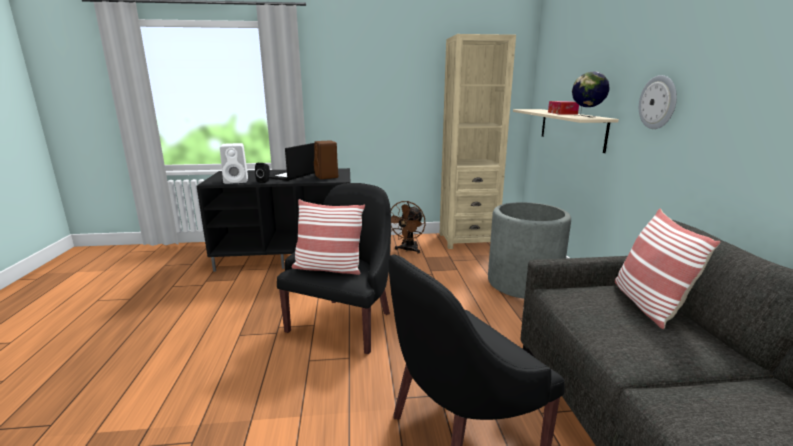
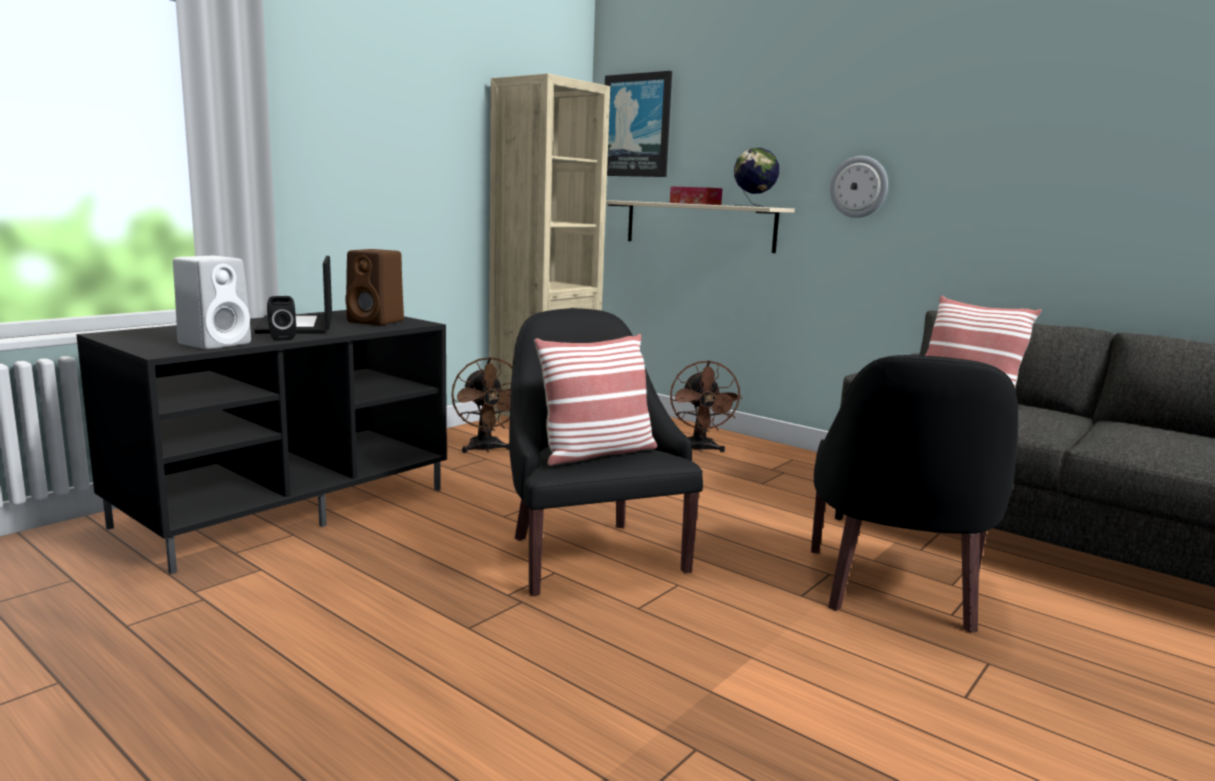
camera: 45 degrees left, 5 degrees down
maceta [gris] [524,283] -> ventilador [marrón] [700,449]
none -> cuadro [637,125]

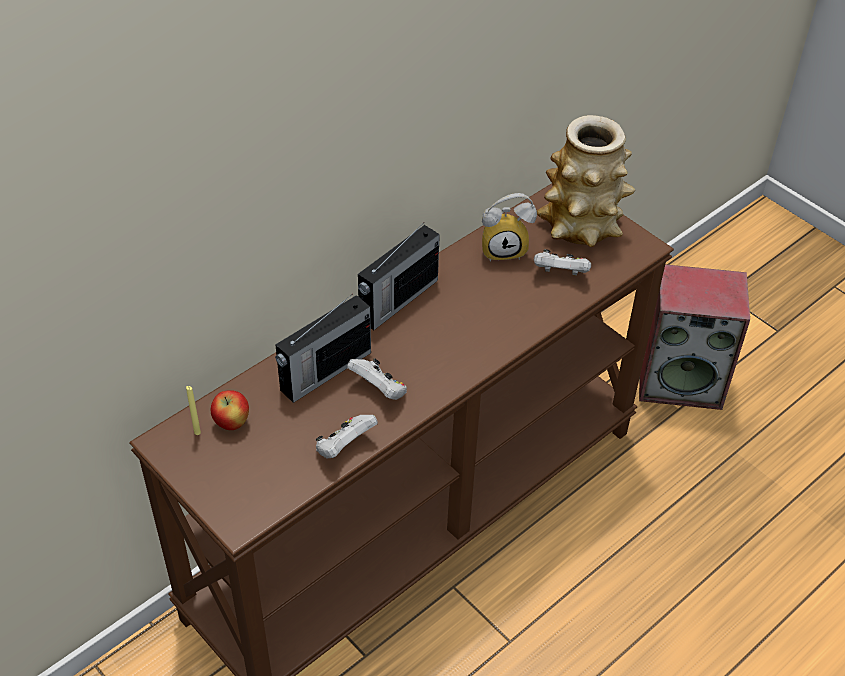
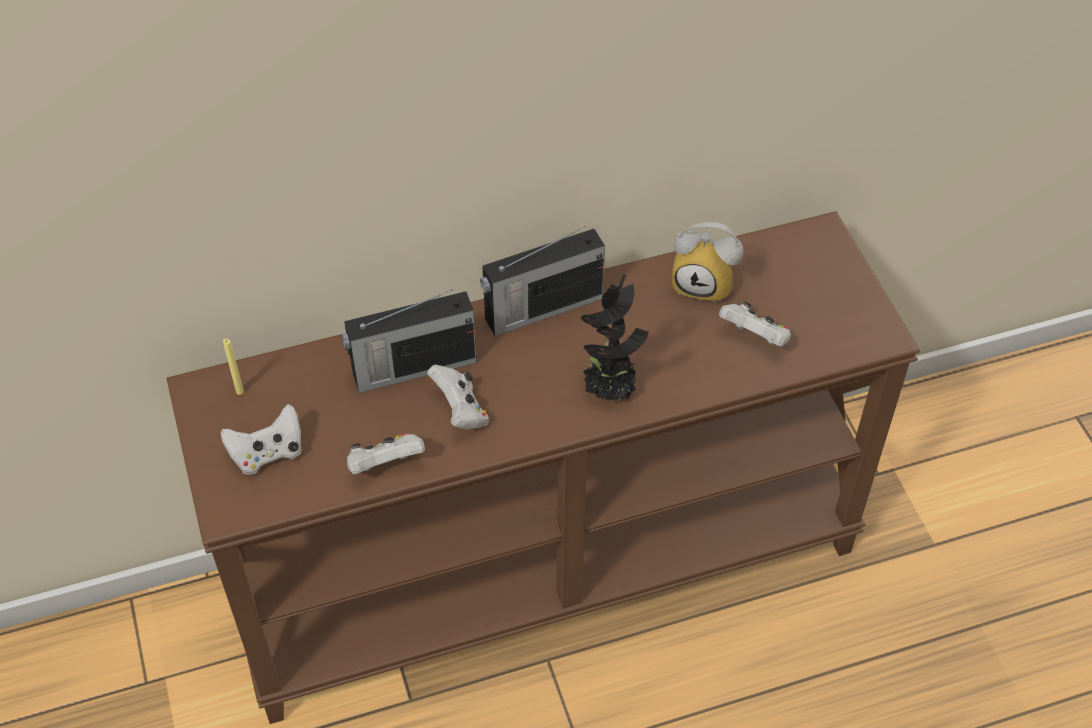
camera: 25 degrees right, 5 degrees up
florero [581,226] -> none
altavoz [681,380] -> none
manzana [232,423] -> none
none -> planta en maceta [611,391]
none -> mando de consola [blanco] [268,453]

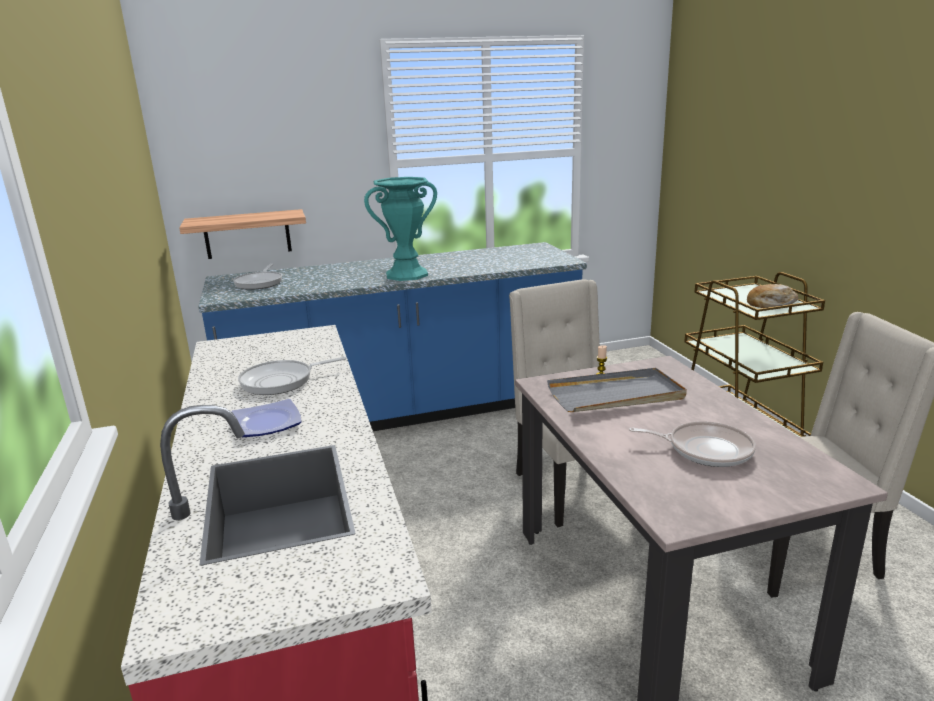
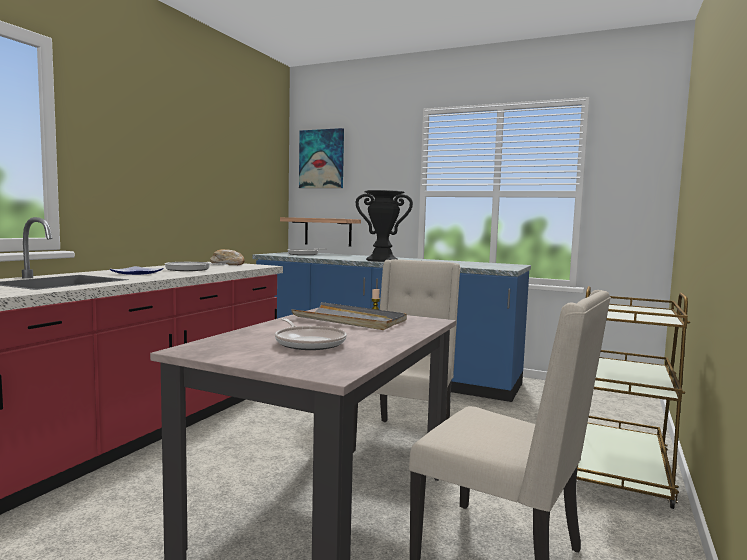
camera: 40 degrees right, 15 degrees down
florero [turquesa] [407,275] -> florero [negro] [382,260]
pan [770,304] -> pan [228,264], relocated
none -> cuadro [322,159]

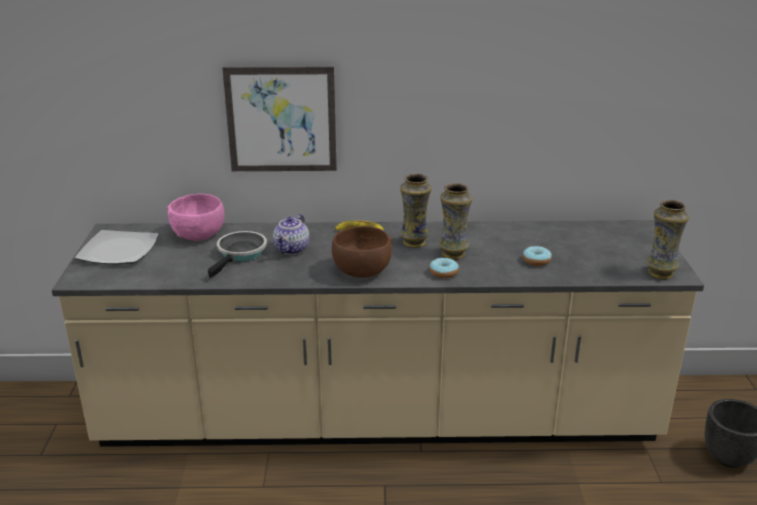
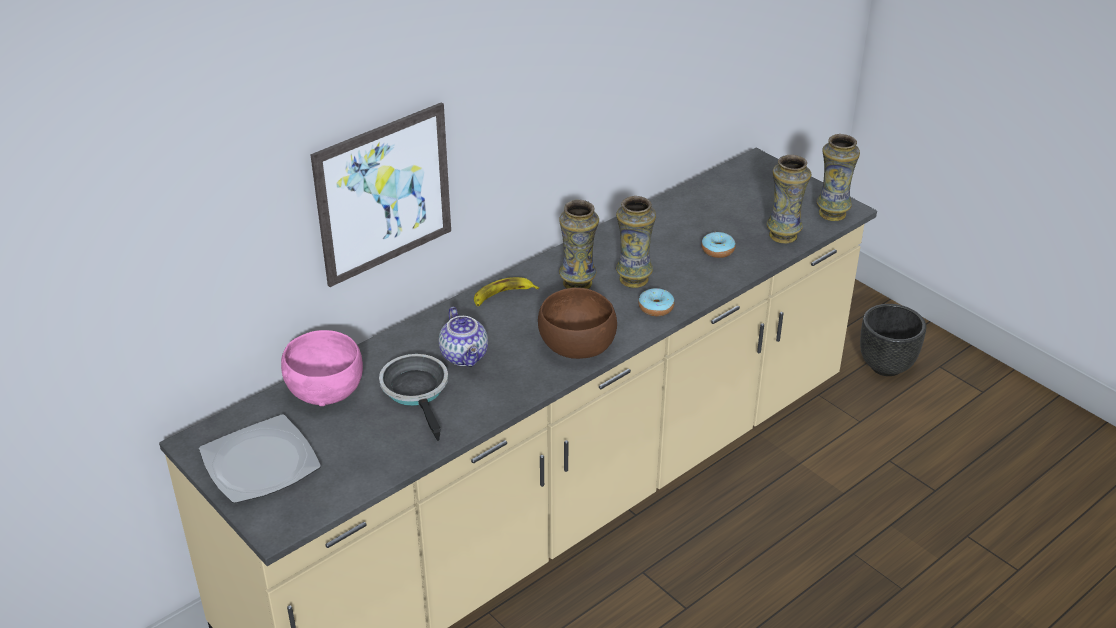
camera: 40 degrees left, 10 degrees up
none -> florero [784,235]

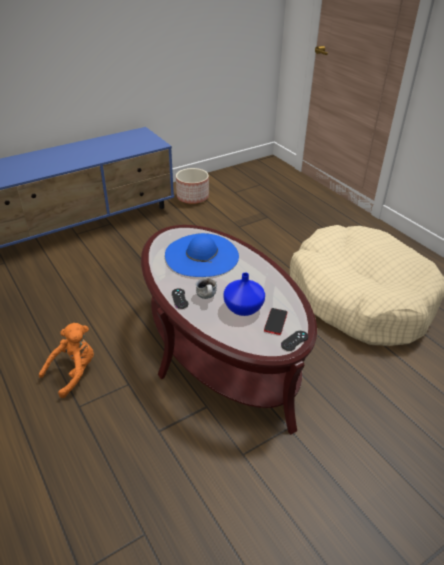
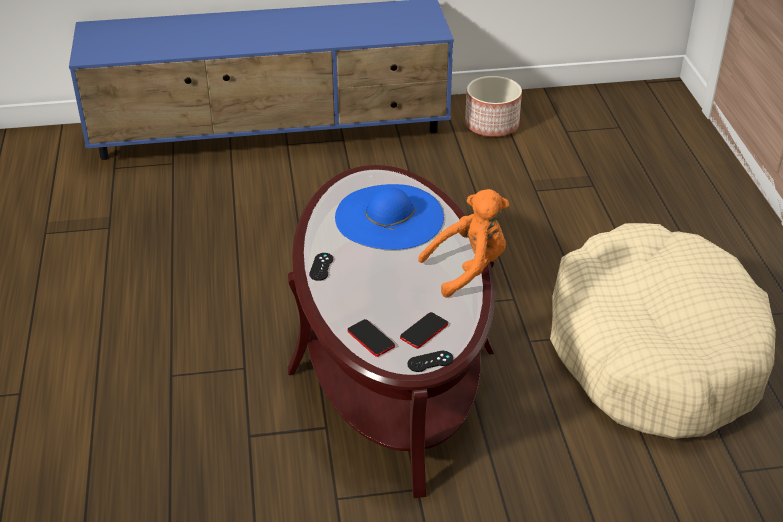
camera: 25 degrees right, 0 degrees up
florero [azul] [244,308] -> none
taza grande [207,297] -> none
peluche [naranja] [74,372] -> peluche [naranja] [468,269], relocated
none -> móvil [371,339]

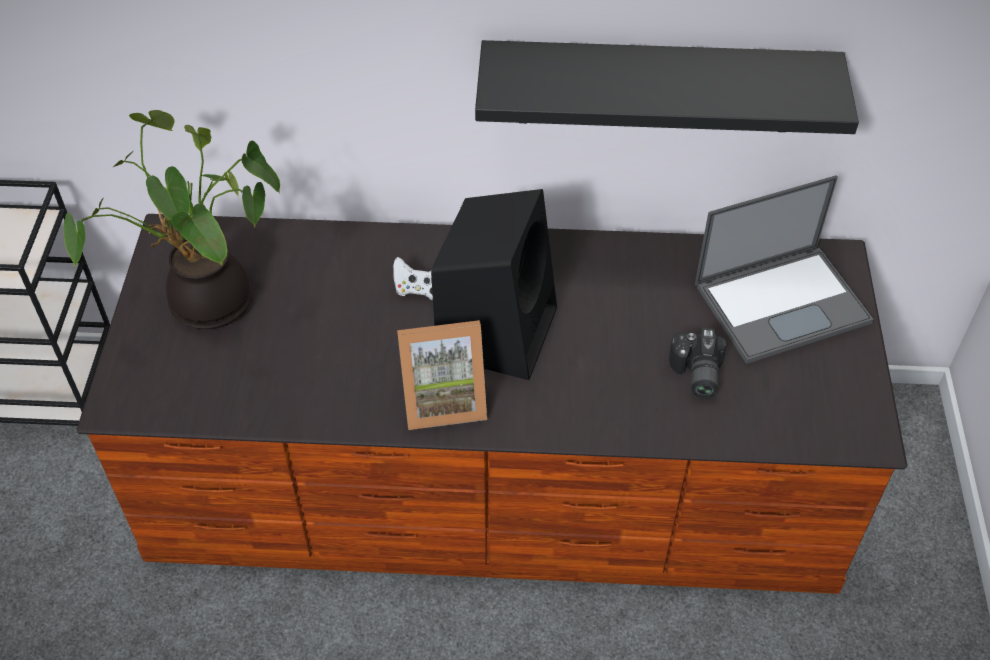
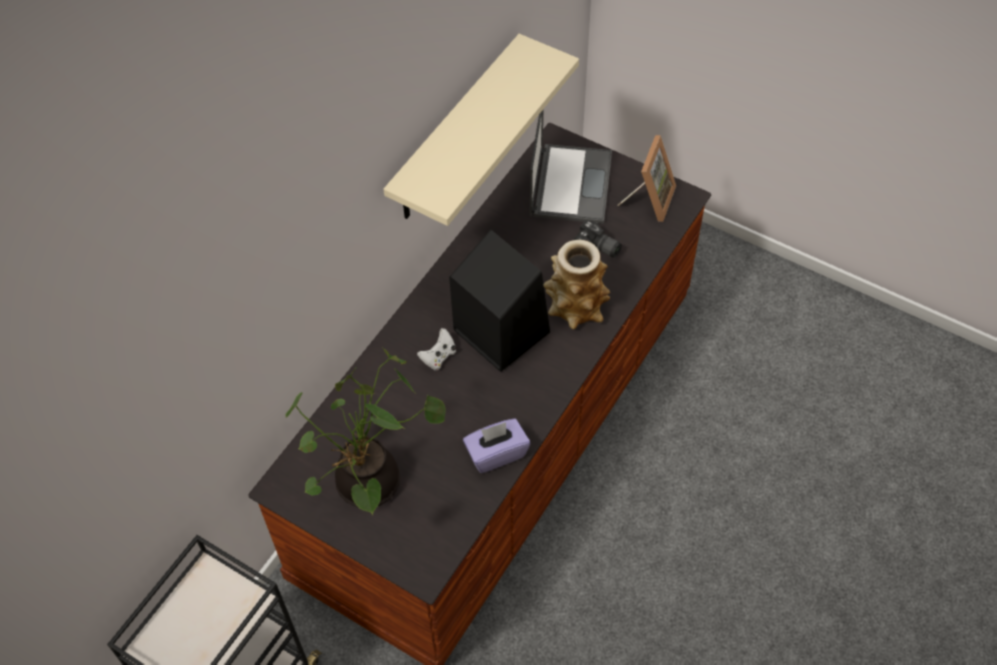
camera: 60 degrees left, 5 degrees up
estante [negro] [656,86] -> estante [beis] [455,132]
portarretratos [443,399] -> portarretratos [649,199], relocated
none -> florero [576,306]
none -> caja de pañuelos [morado] [496,453]

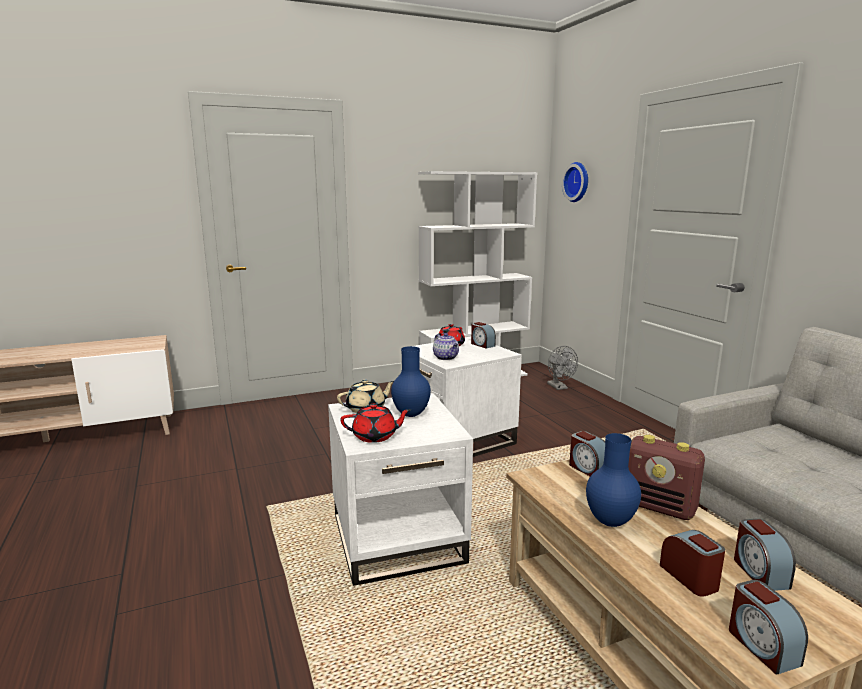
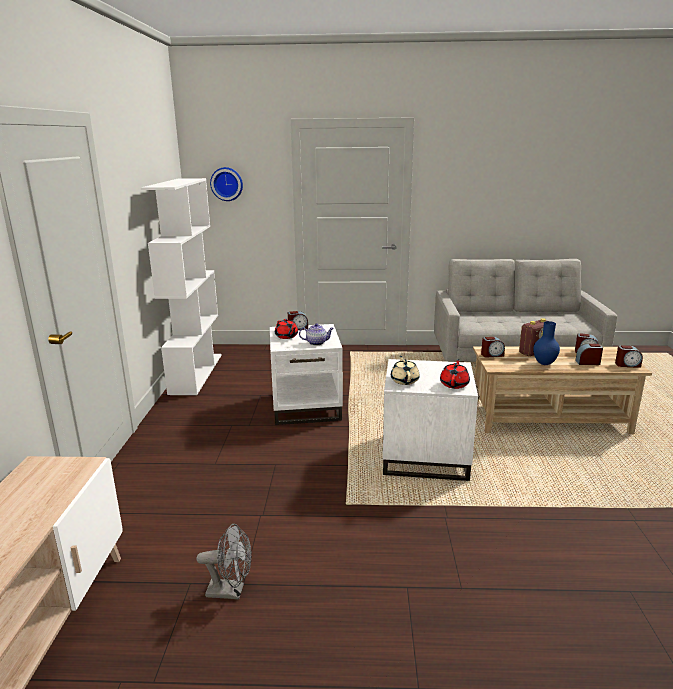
camera: 65 degrees left, 5 degrees up
florero [azul] [411,415] -> none
ventilador [gris] [559,387] -> ventilador [gris] [231,591], relocated

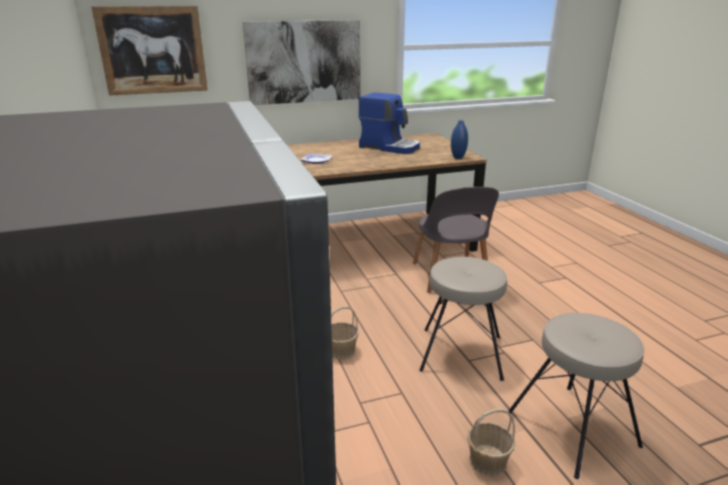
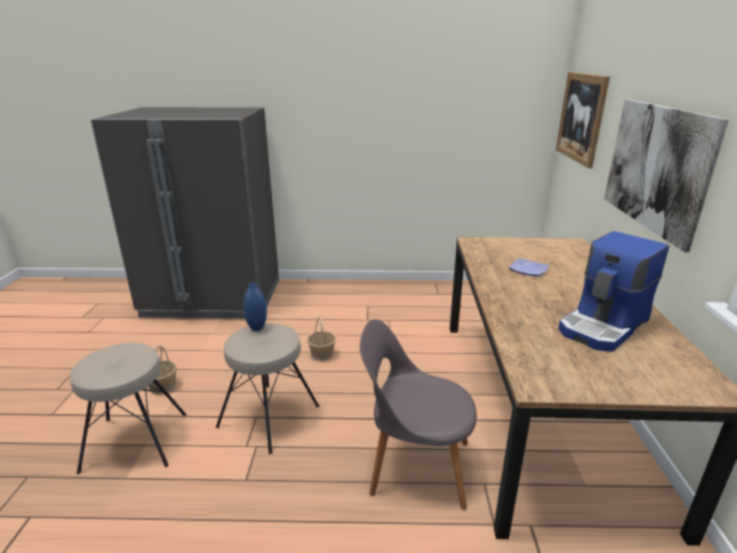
camera: 110 degrees right, 0 degrees up
florero [azul] [458,157] -> florero [azul] [257,328], relocated

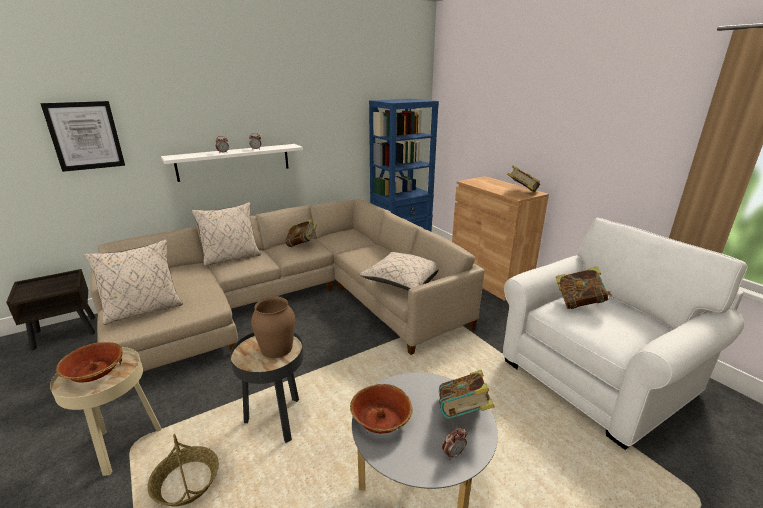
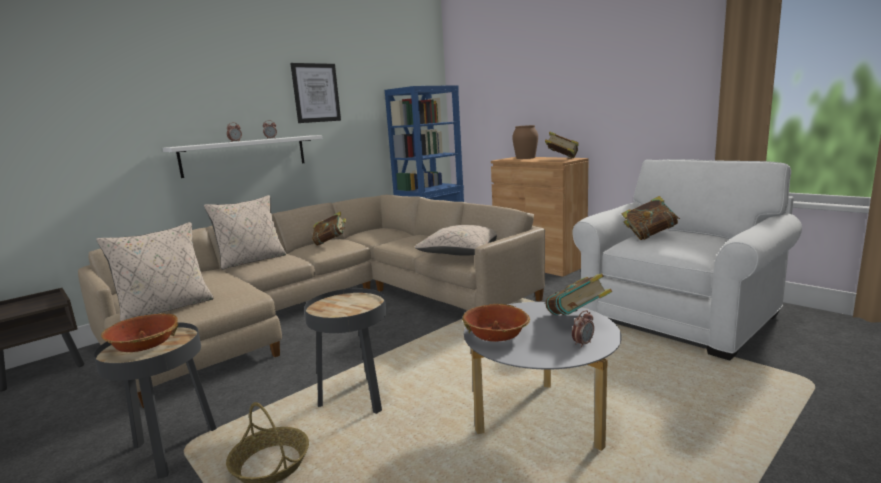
camera: 10 degrees left, 10 degrees down
cuadro [85,136] -> cuadro [316,93], relocated
florero [marrón] [277,348] -> florero [marrón] [525,158], relocated
mesa auxiliar [beis] [124,444] -> mesa auxiliar [negro] [173,449]

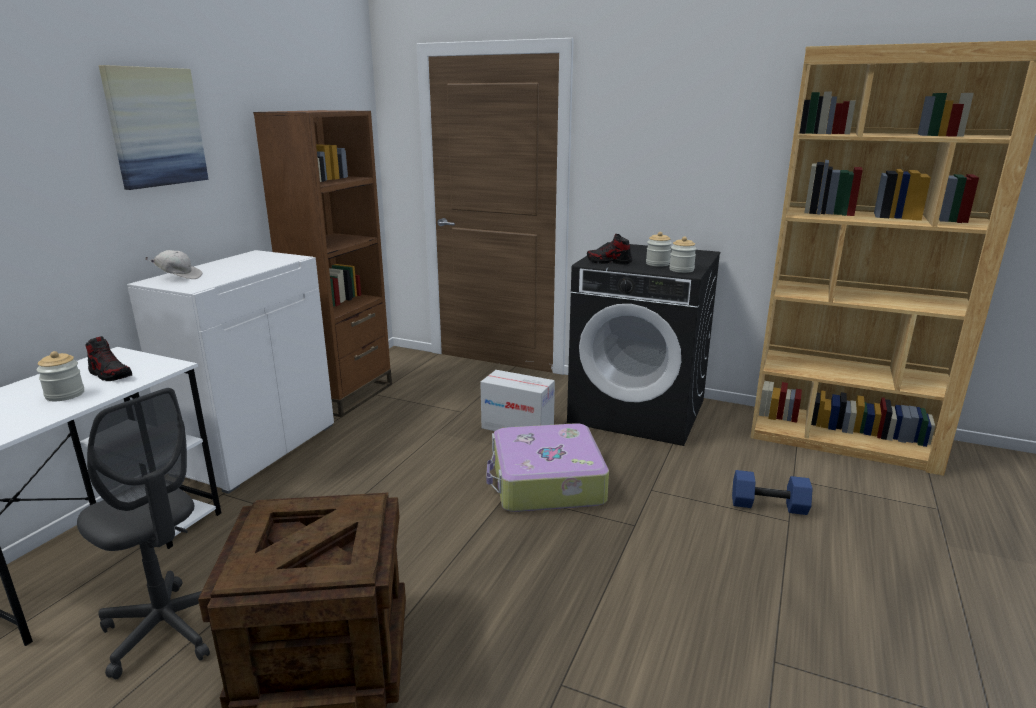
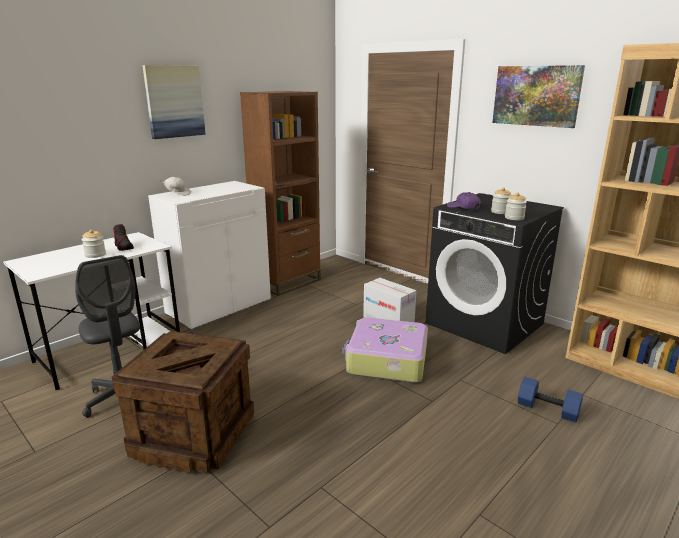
camera: 20 degrees right, 0 degrees up
zapato [609,262] -> gorra [morado] [463,207]
none -> cuadro [536,96]

